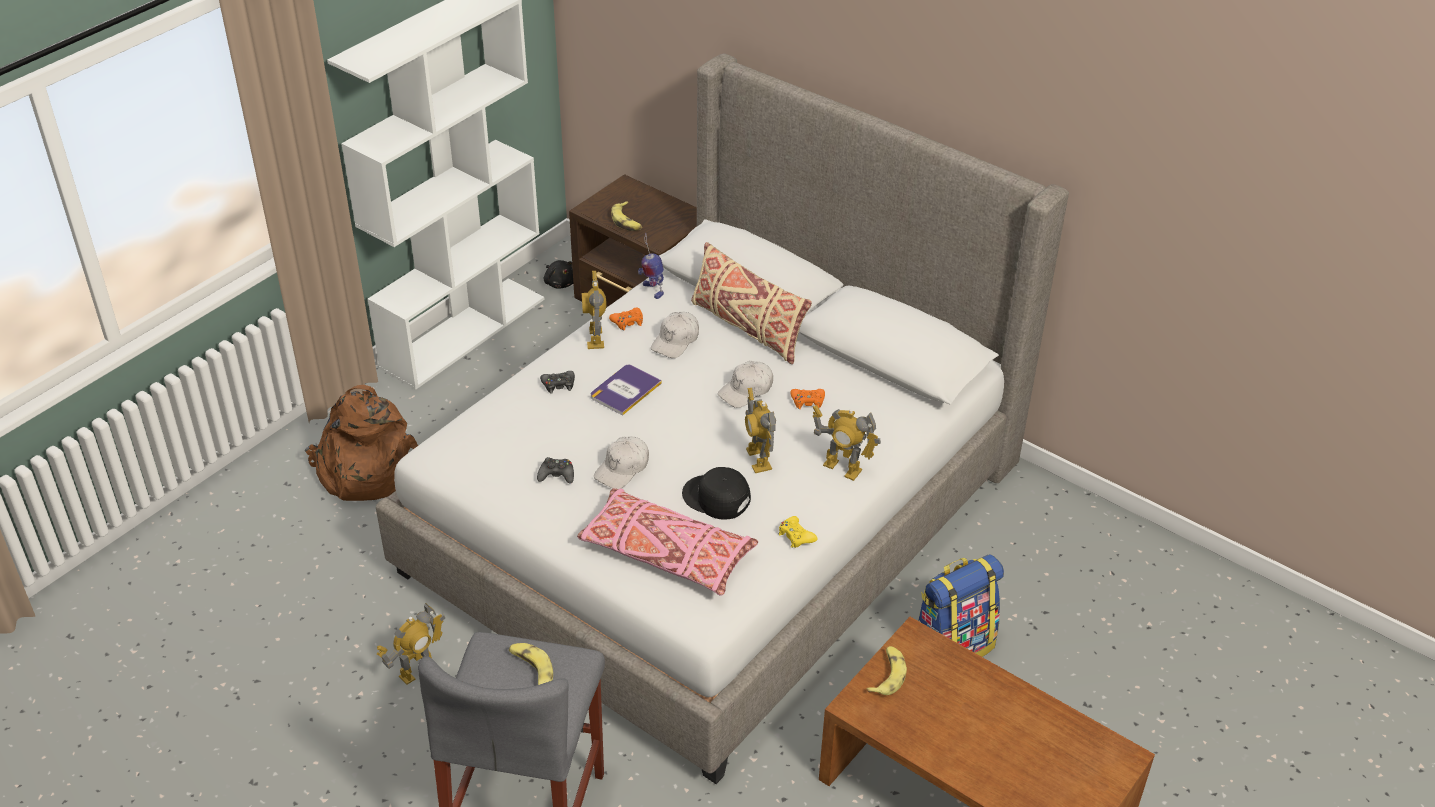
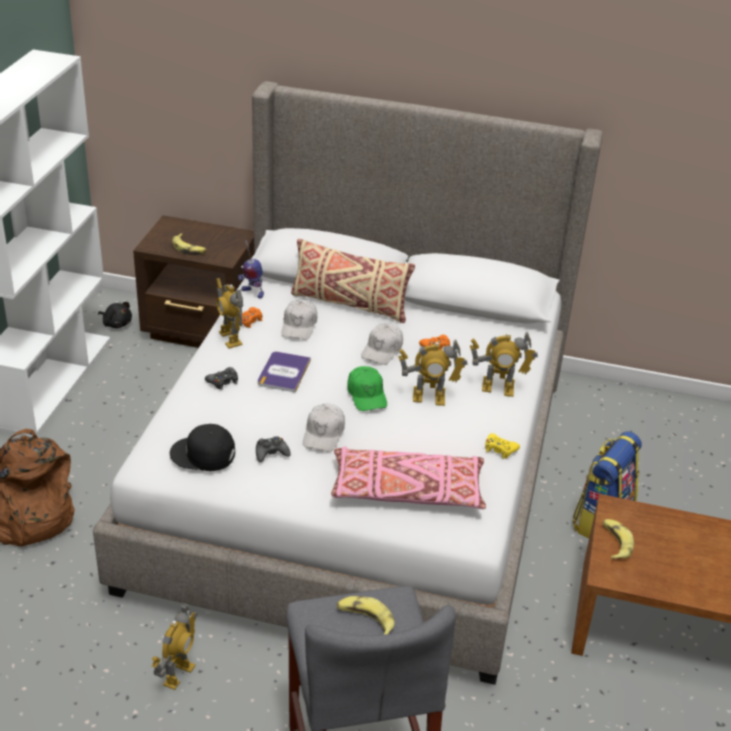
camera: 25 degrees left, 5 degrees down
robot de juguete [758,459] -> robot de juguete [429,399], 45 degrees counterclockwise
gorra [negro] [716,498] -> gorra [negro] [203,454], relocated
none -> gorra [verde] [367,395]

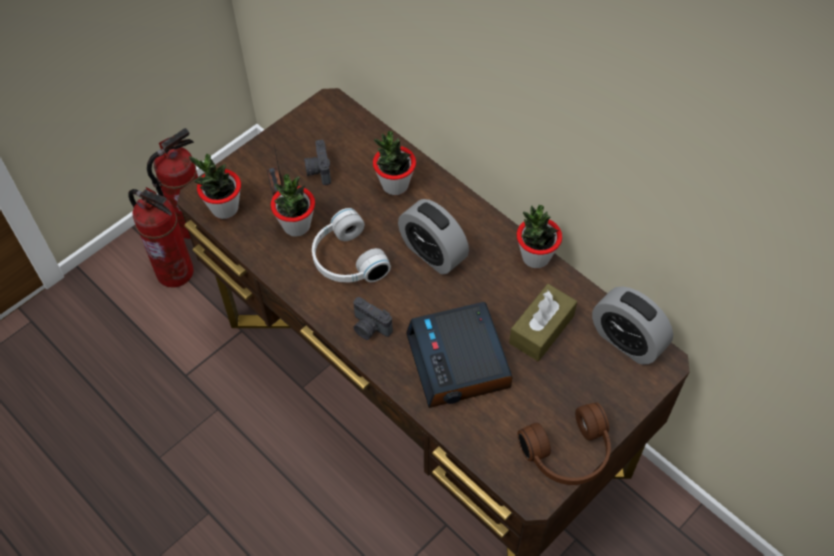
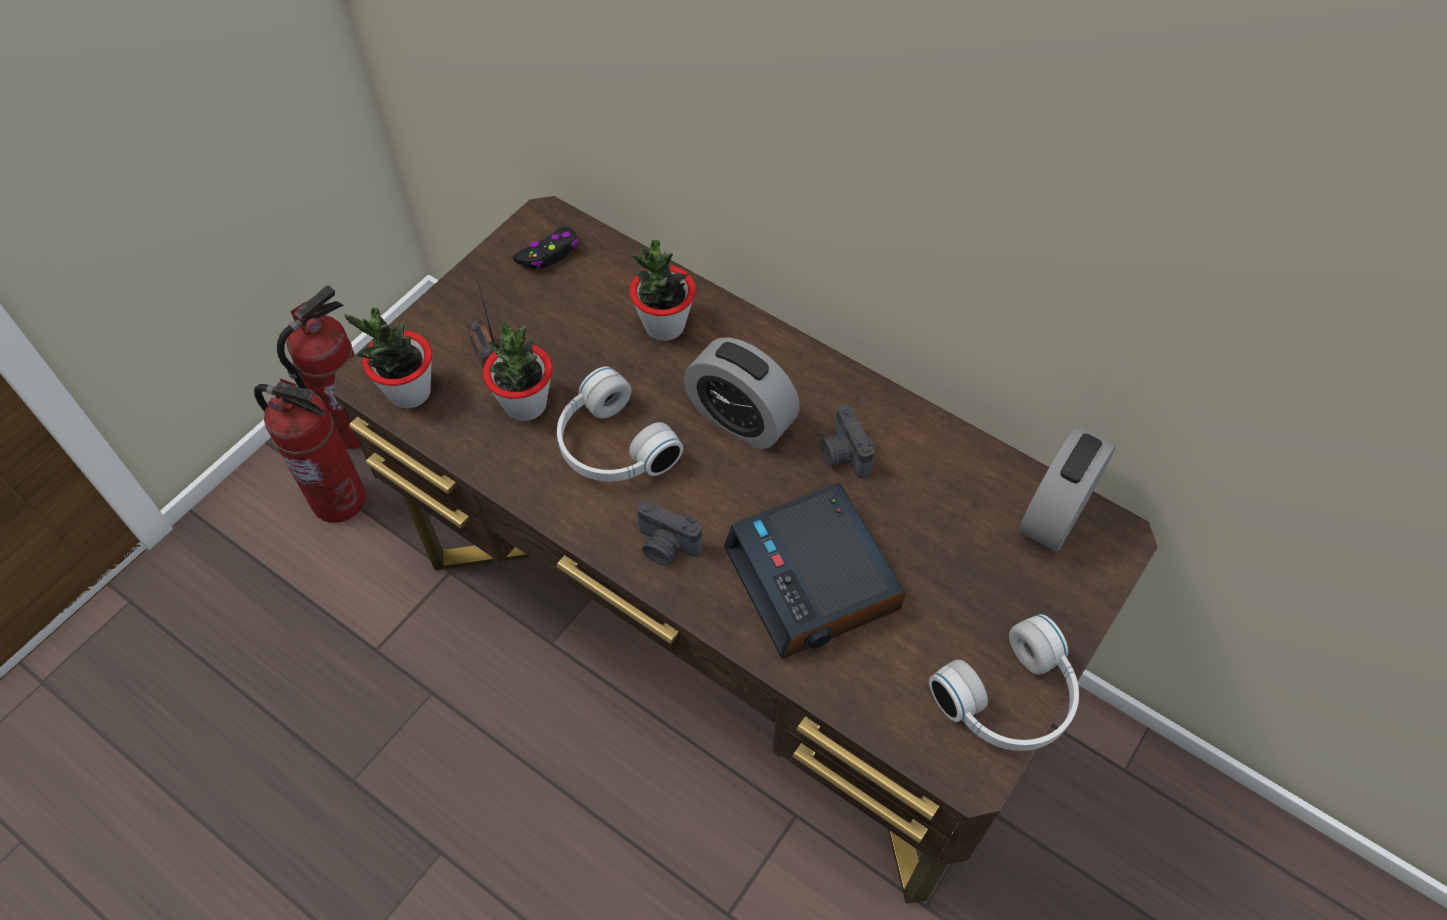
camera: 10 degrees left, 0 degrees up
cámara [318,170] -> cámara [843,454], relocated
planta en maceta [535,257] -> none
caja de pañuelos [marrón] [541,329] -> none
despertador [627,340] -> despertador [1056,512], 90 degrees clockwise
auriculares [marrón] [569,455] -> auriculares [blanco] [1011,701]
none -> mando de consola [negro] [549,254]

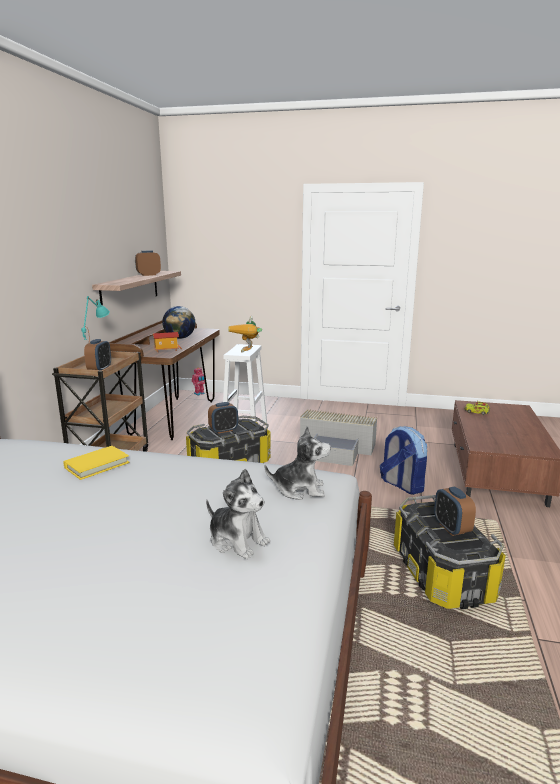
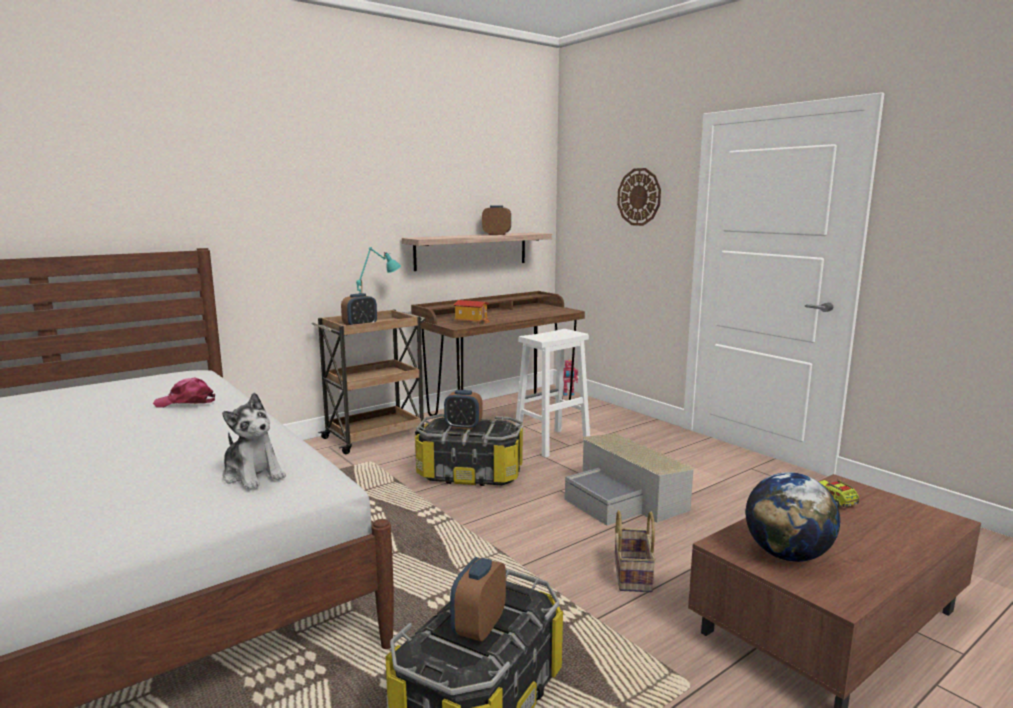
camera: 40 degrees right, 5 degrees down
globo terráqueo [180,338] -> globo terráqueo [787,555], relocated
robot de juguete [248,352] -> none
mochila [401,485] -> cesta [631,574]
libro [amarillo] [97,465] -> gorra [rosa] [186,402]
peluche [237,540] -> none
none -> reloj de pared [639,197]

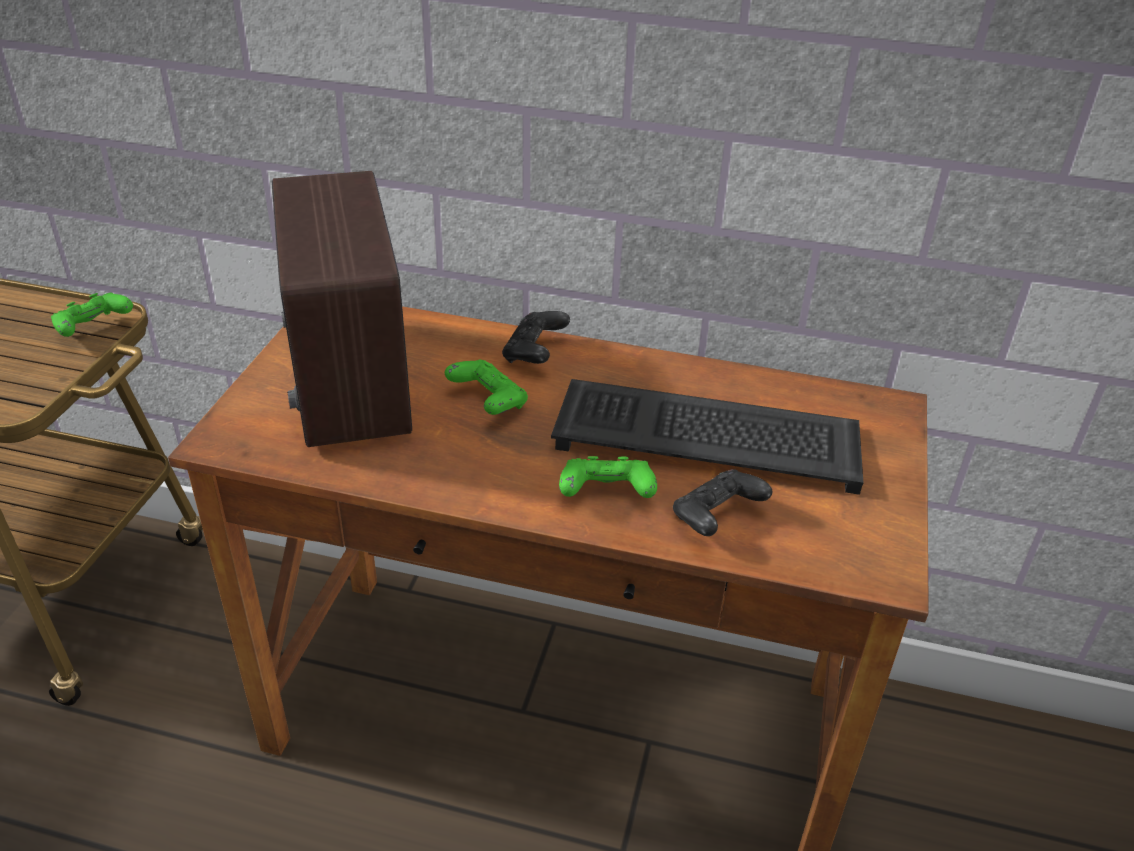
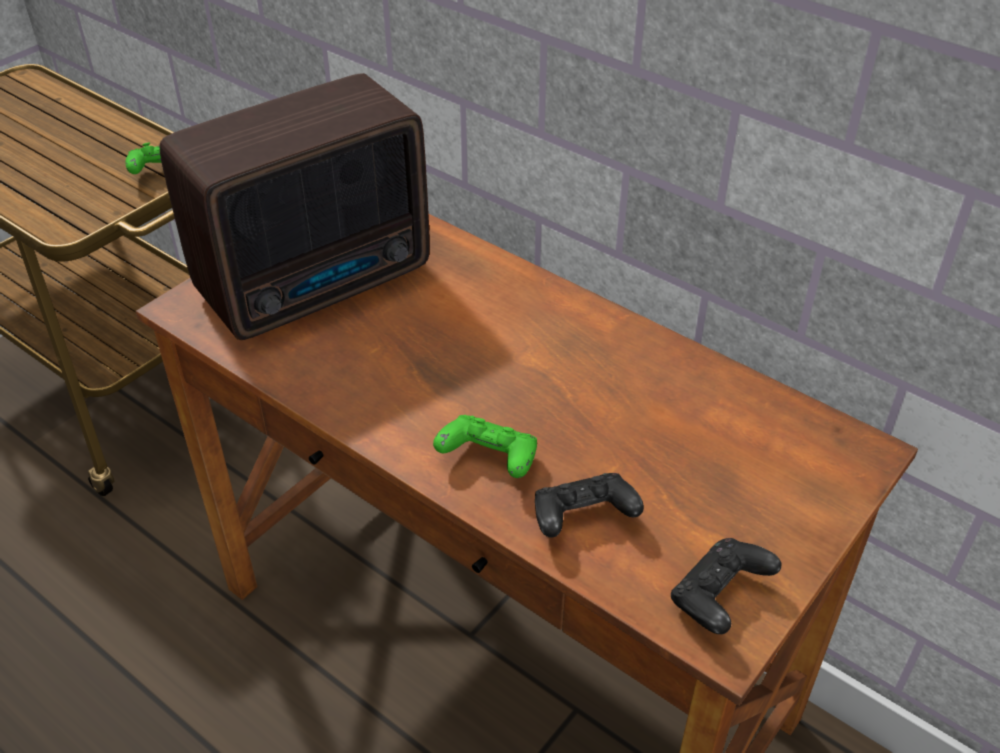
camera: 25 degrees right, 5 degrees up
radio [347,387] -> radio [321,282], 135 degrees counterclockwise
mando de consola [negro] [535,353] -> mando de consola [negro] [719,599], relocated
mando de consola [verde] [488,402] -> none
teclado [711,437] -> none

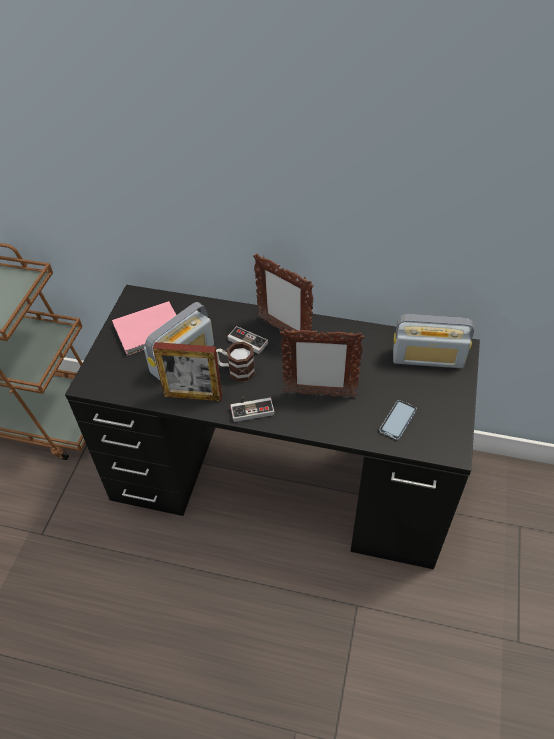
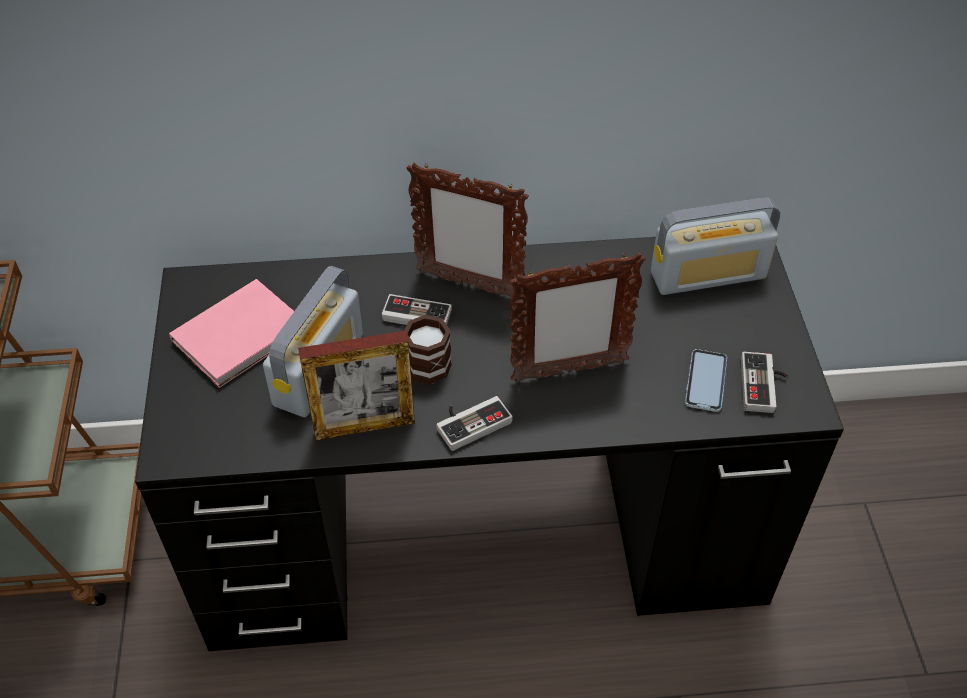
camera: 20 degrees left, 0 degrees up
none -> mando de consola [764,386]

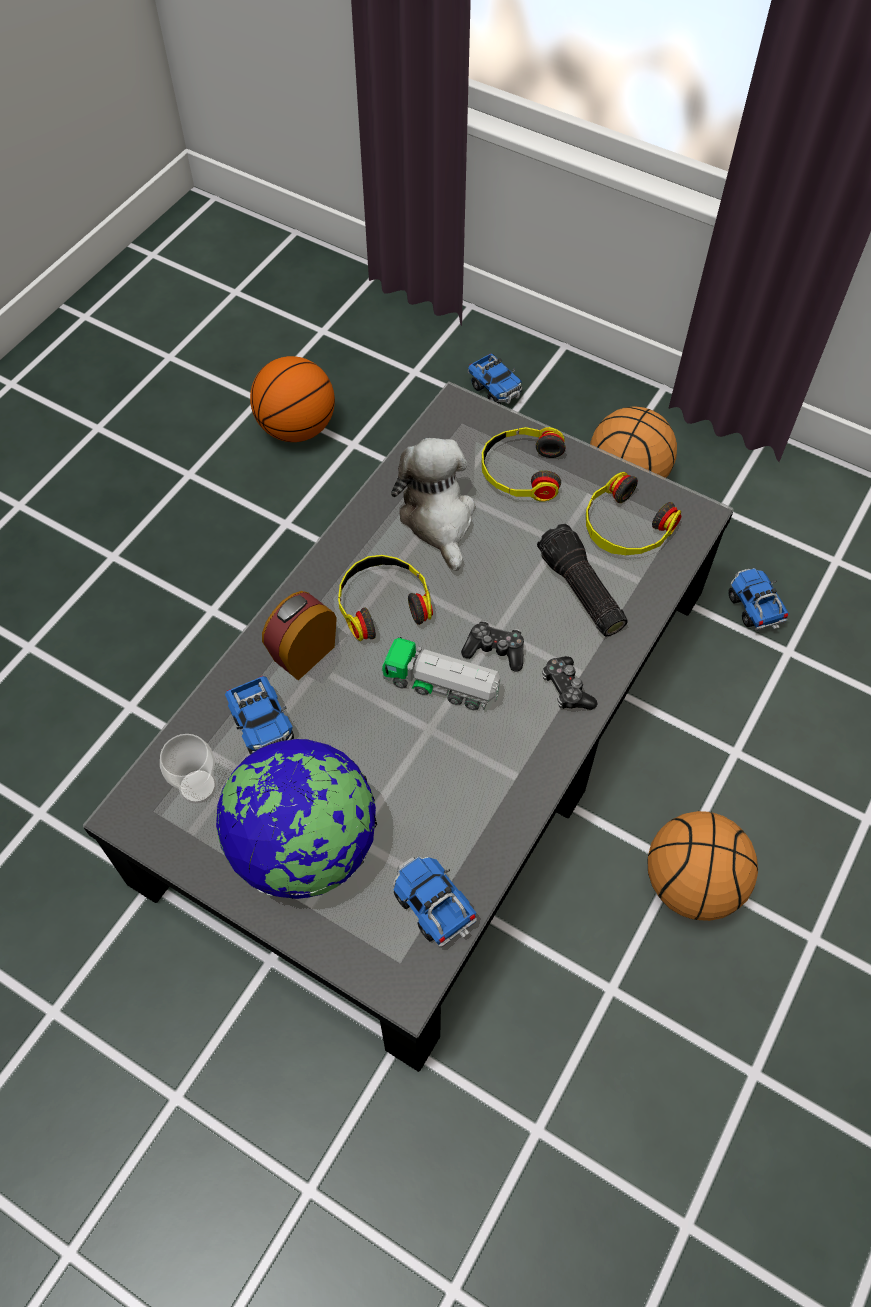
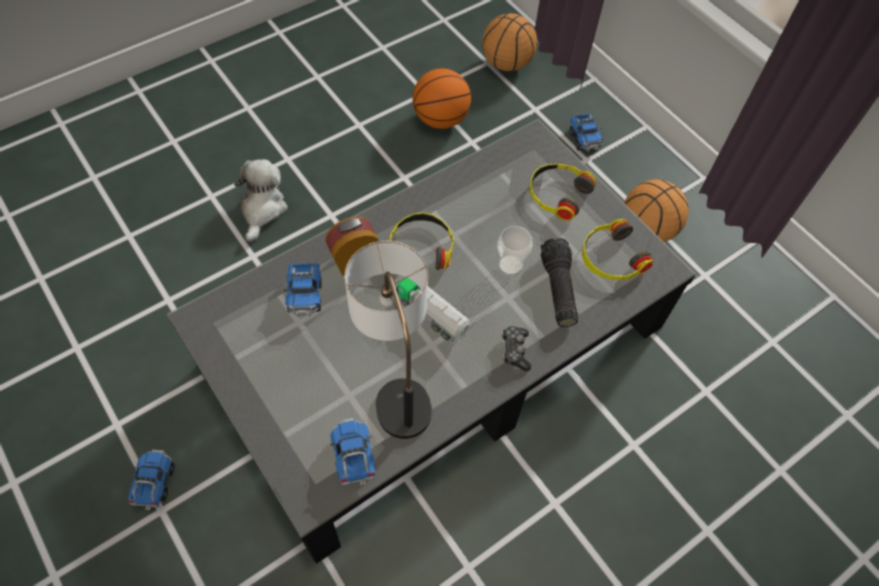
camera: 20 degrees right, 0 degrees up
peluche [438,519] -> peluche [262,209], relocated
camión de juguete [754,608] -> camión de juguete [155,483], relocated
mando de consola [495,650] -> none
taza [197,786] -> taza [510,265], relocated
globo terráqueo [305,847] -> none
balón de baloncesto [690,882] -> balón de baloncesto [506,63], relocated
none -> lámpara de mesa [396,382]

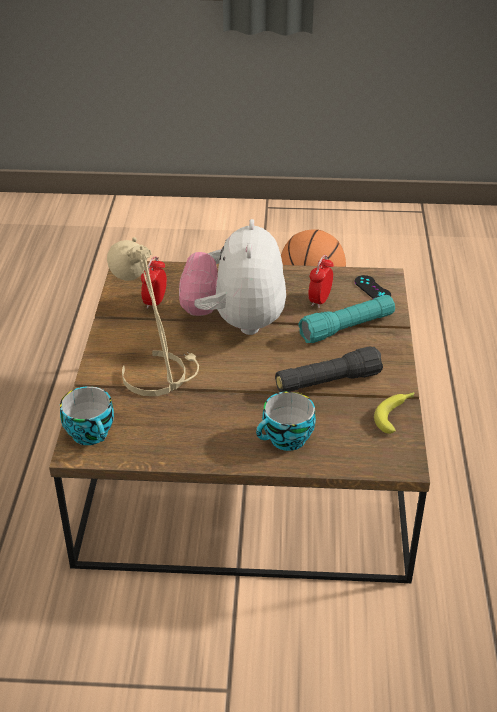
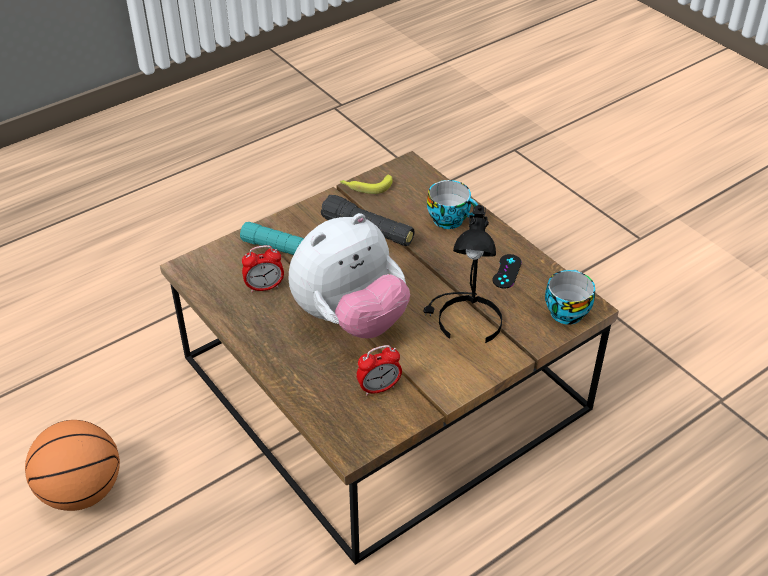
camera: 130 degrees left, 5 degrees up
lámpara de mesa [beis] [157,373] -> lámpara de mesa [negro] [465,322]
mando de consola [negro] [372,288] -> mando de consola [negro] [507,271], relocated

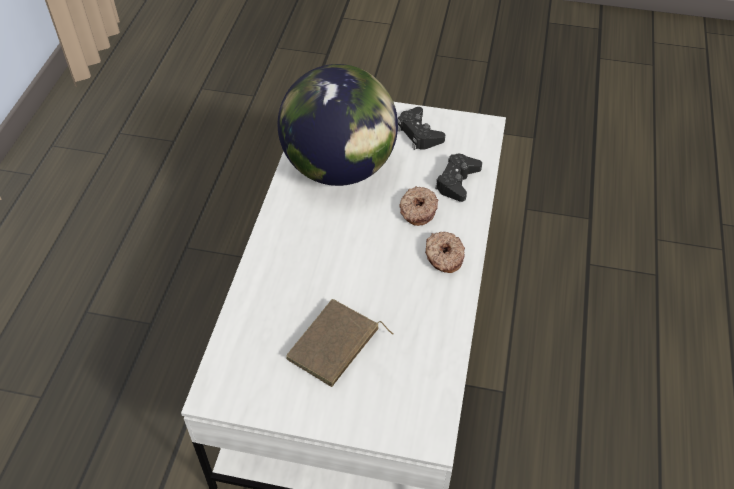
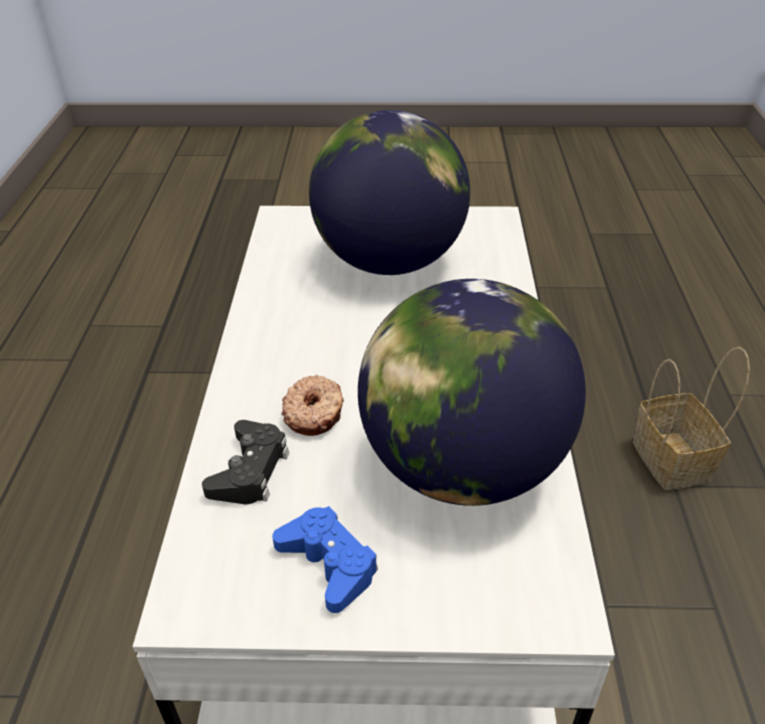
camera: 170 degrees right, 10 degrees down
mando de consola [negro] [419,133] -> mando de consola [azul] [329,563]
rosquilla [443,257] -> none
libro [marrón] [335,347] -> globo terráqueo [389,261]
none -> cesta [674,462]

